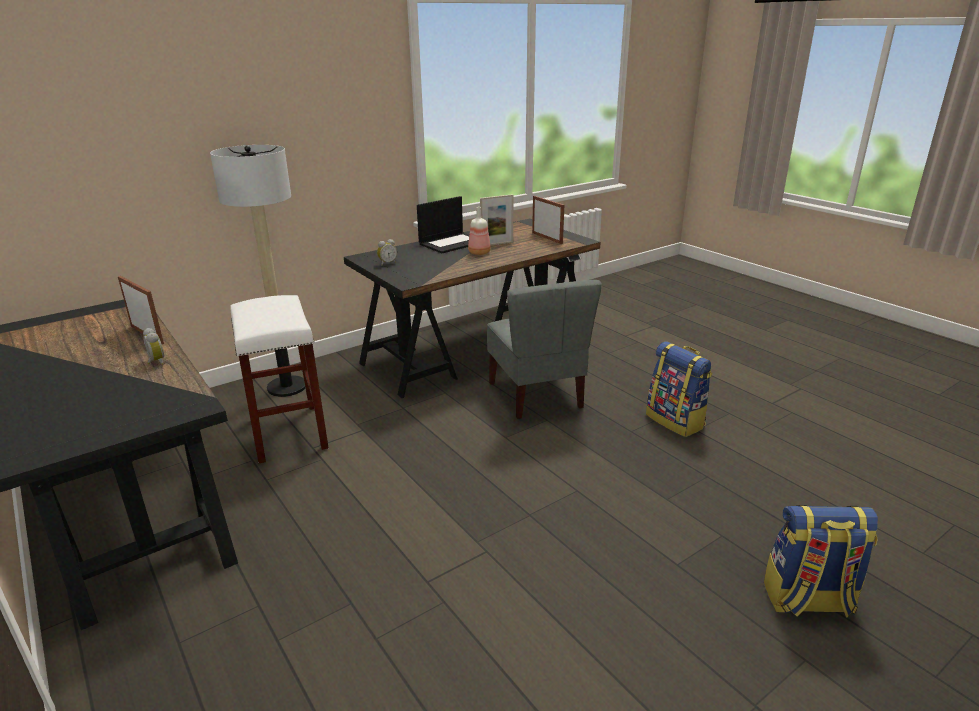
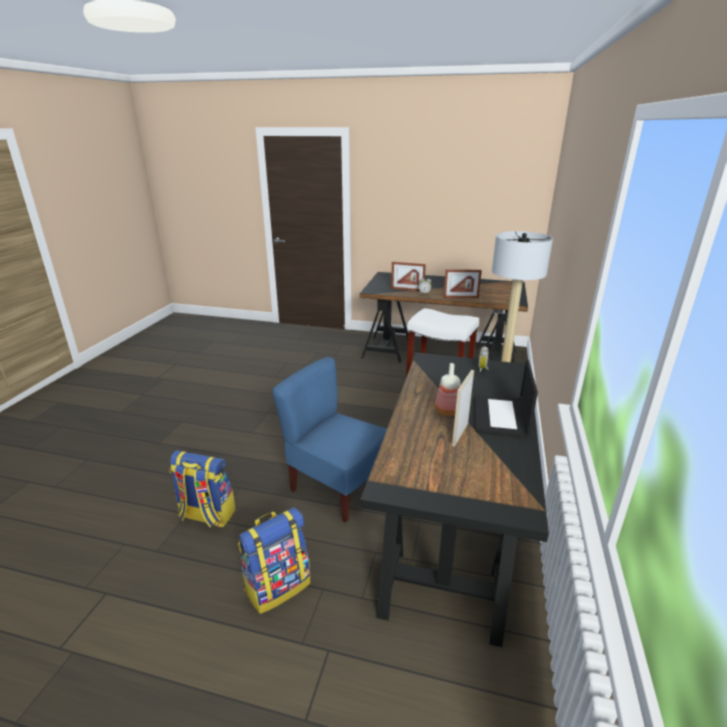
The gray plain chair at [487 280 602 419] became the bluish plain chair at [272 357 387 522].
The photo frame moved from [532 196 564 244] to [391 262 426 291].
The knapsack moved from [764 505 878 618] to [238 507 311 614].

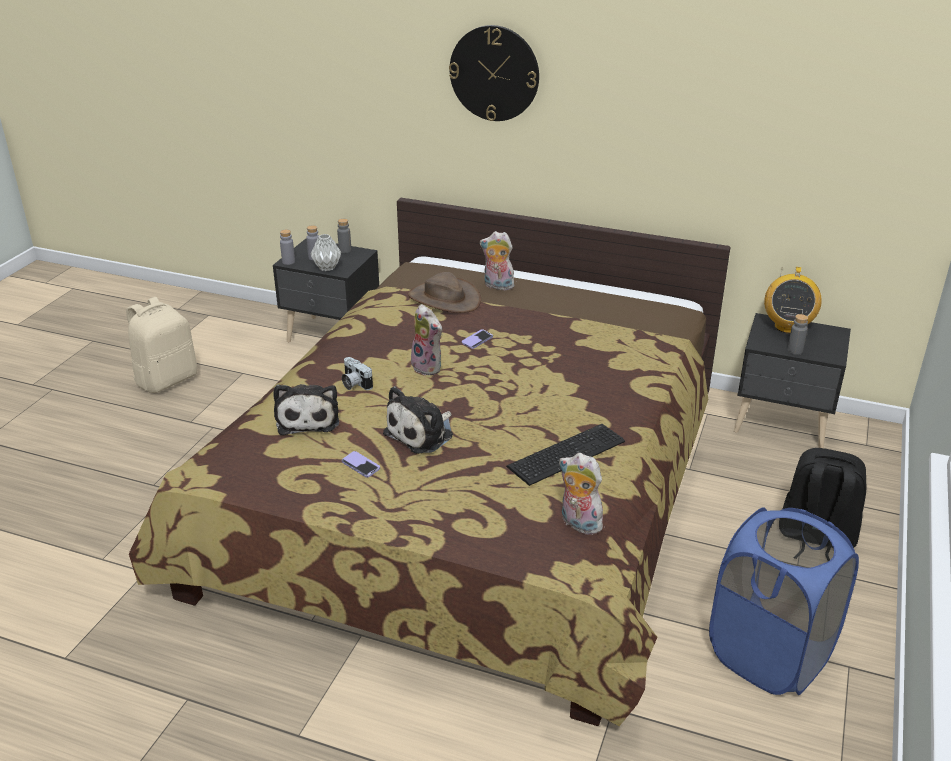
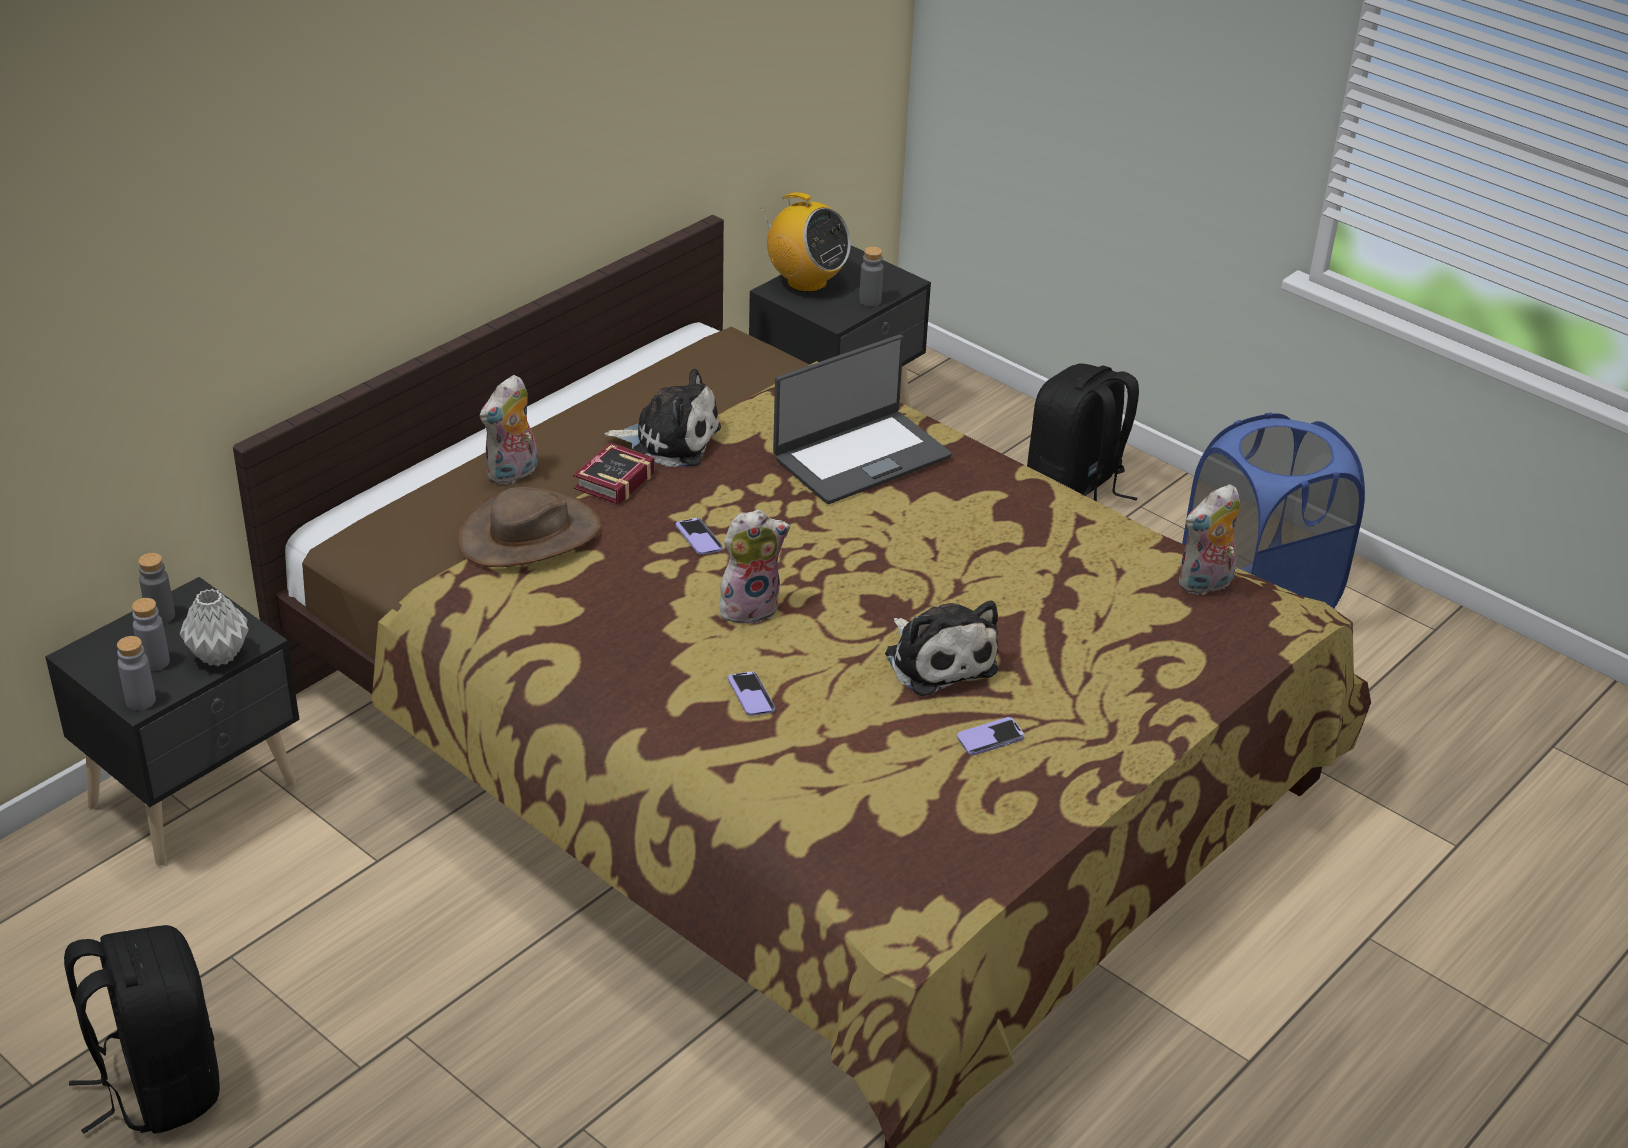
The beige knapsack at [126 297 197 393] became the black knapsack at [64 925 220 1134].
The cuddly toy moved from [273 384 339 435] to [604 368 721 467].
The still camera at [342 357 373 390] was replaced by the telephone at [728 671 775 716].
The wall clock at [449 25 539 121] disappeared.
The computer keyboard at [506 424 625 486] disappeared.
The book at [573 442 655 505] appeared.
The notebook computer at [773 335 952 504] appeared.

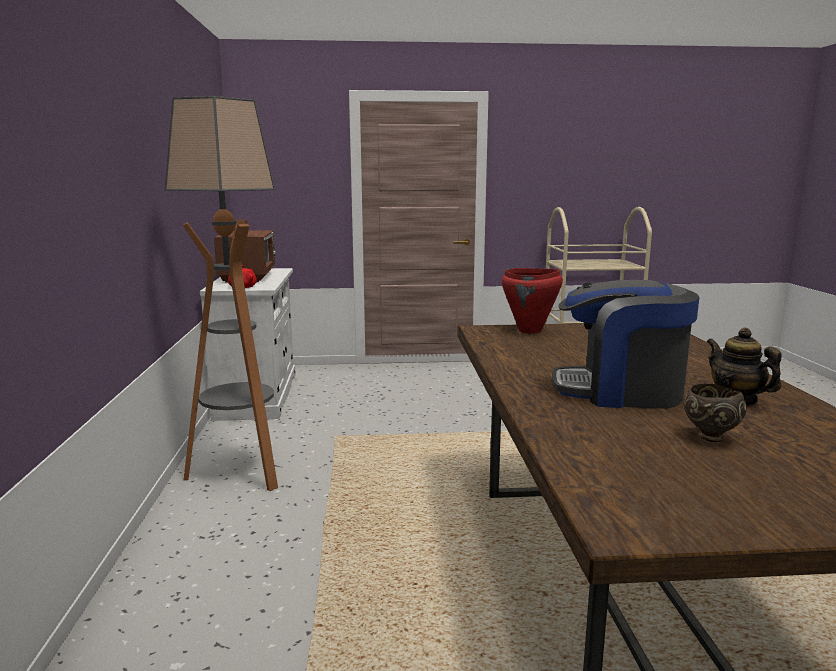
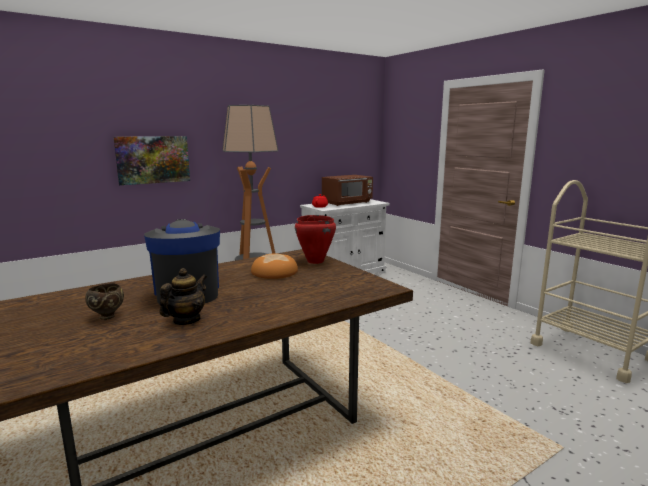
The picture at [113 136 190 185] appeared.
The baked bread at [251 253 298 279] appeared.

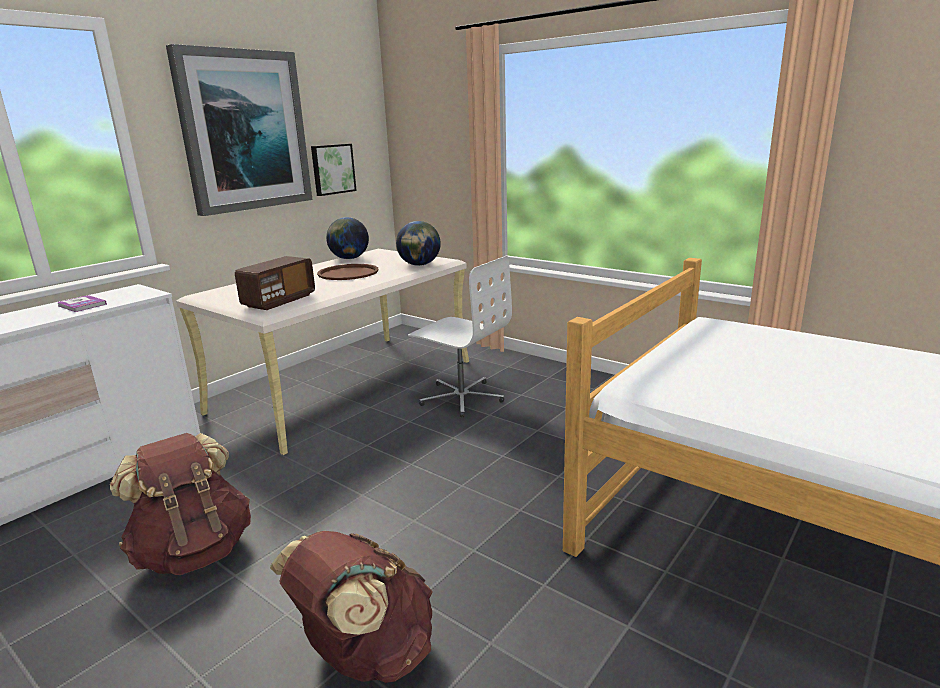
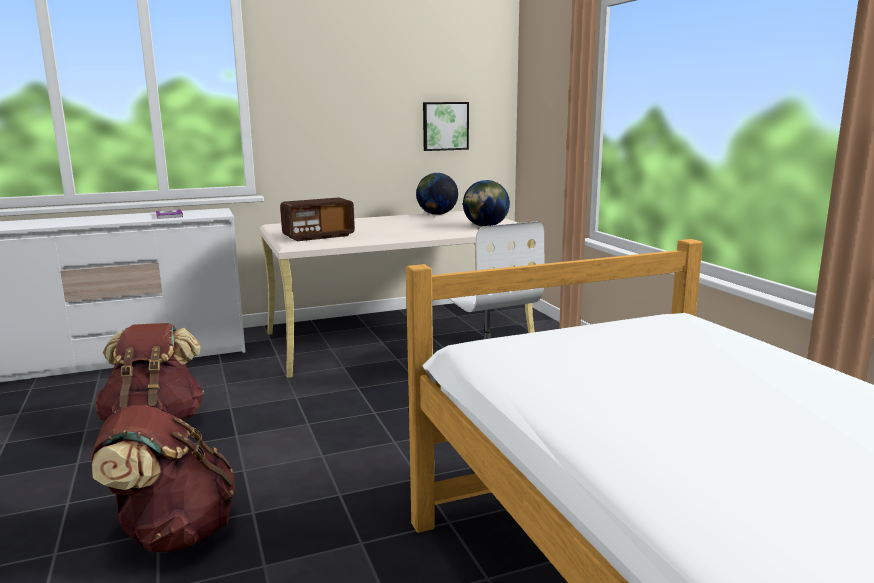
The picture at [166 44 312 216] disappeared.
The brownish carrying tray at [317 264 379 280] disappeared.

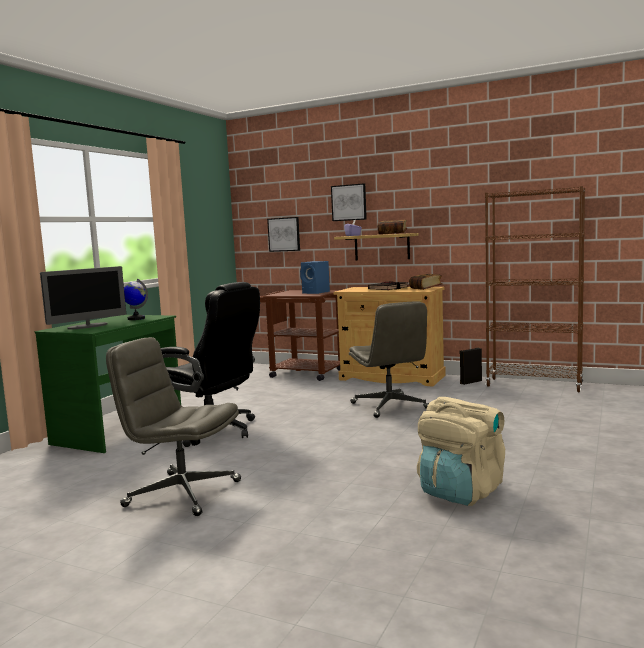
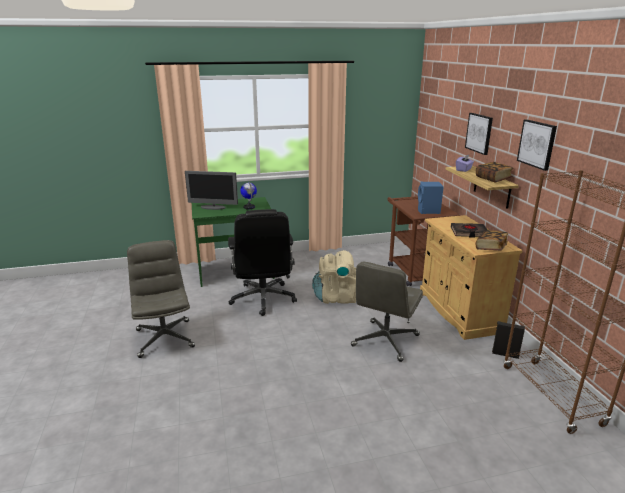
The picture moved from [267 217 300 252] to [517 119 557 171].
The beige knapsack moved from [417 397 505 506] to [312 250 356 304].

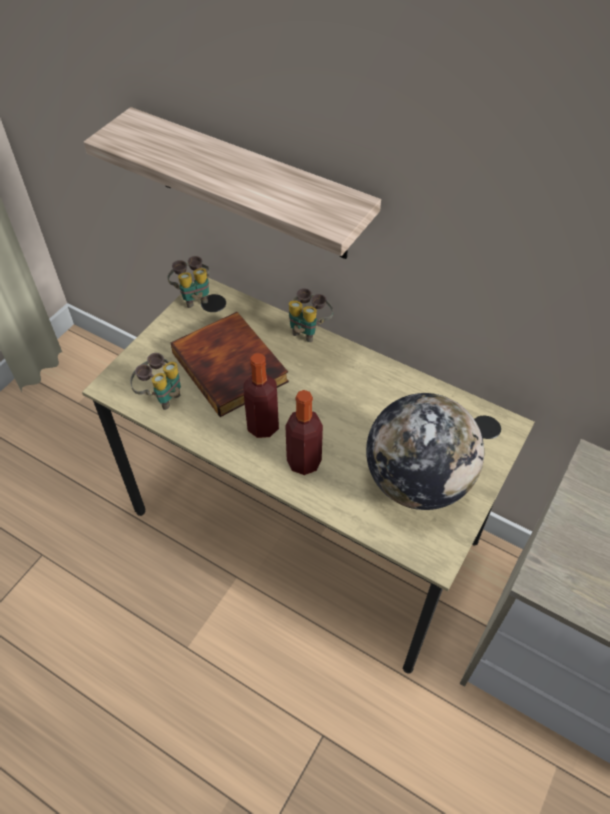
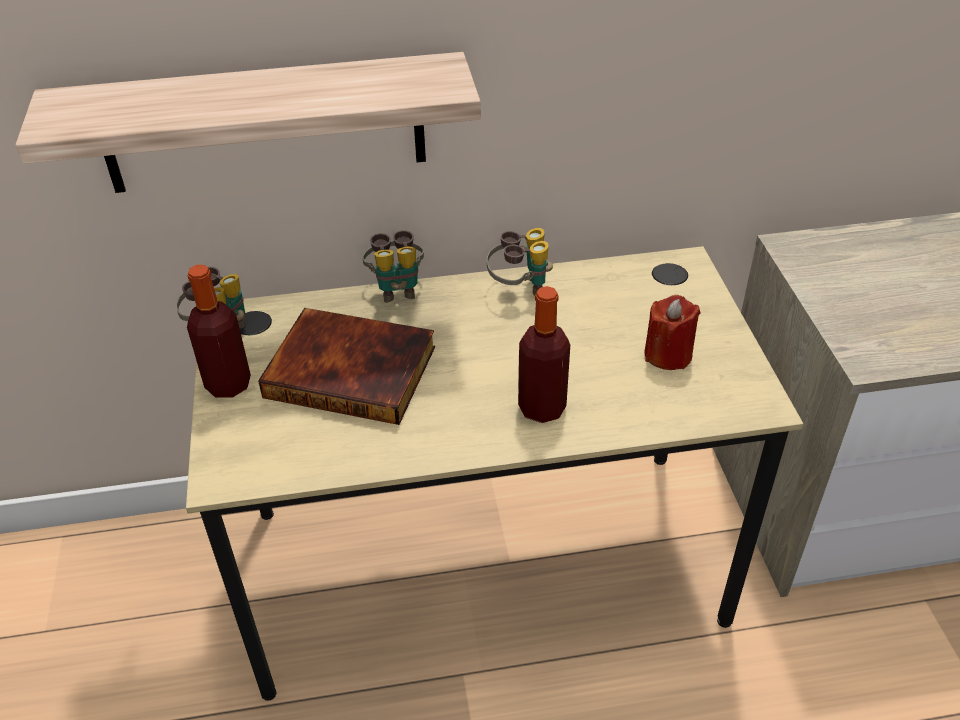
The field glasses moved from [130 353 181 410] to [487 228 553 296].
The beverage bottle moved from [243 353 279 438] to [187 265 251 398].
The globe at [366 393 484 510] was replaced by the red-coloured candle at [644 295 700 370].

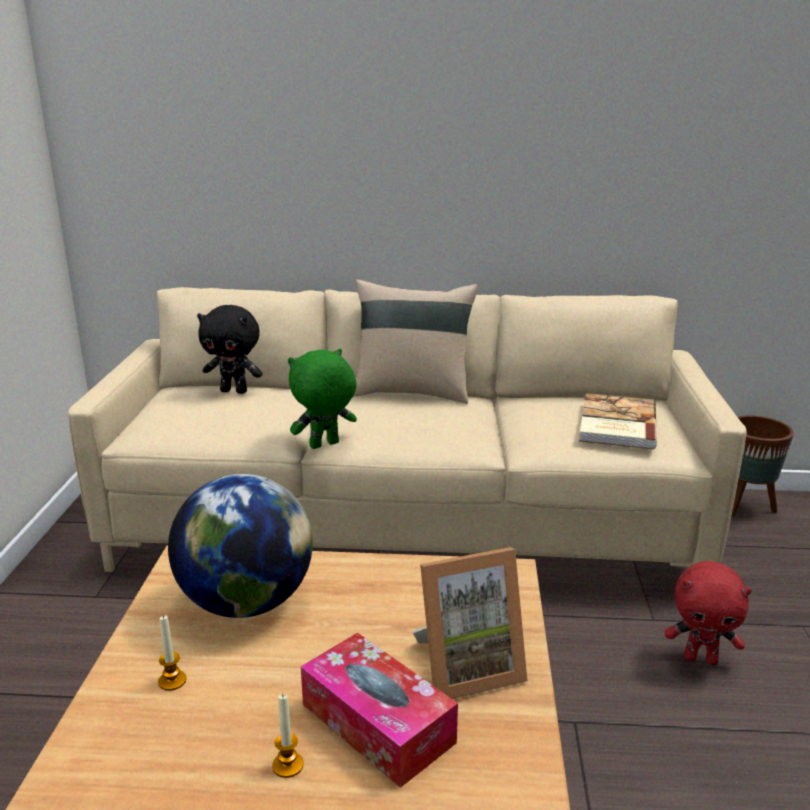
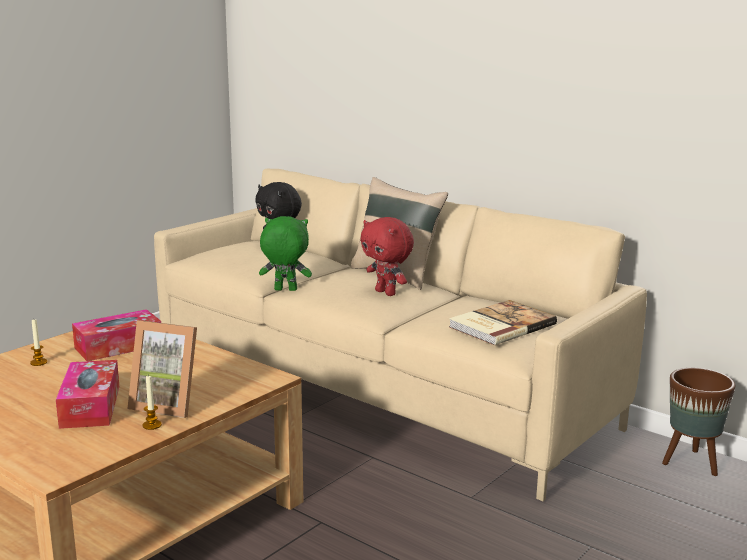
The globe at [168 474 313 618] was replaced by the tissue holder at [72 309 161 361].
The candle moved from [272 694 304 778] to [143 375 162 430].
The red-coloured cuddly toy moved from [665 561 752 665] to [360 217 414 296].

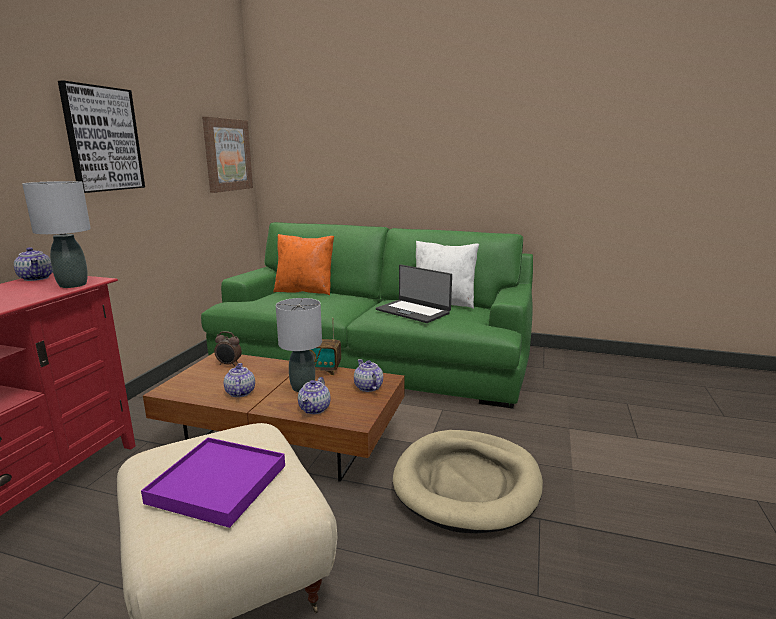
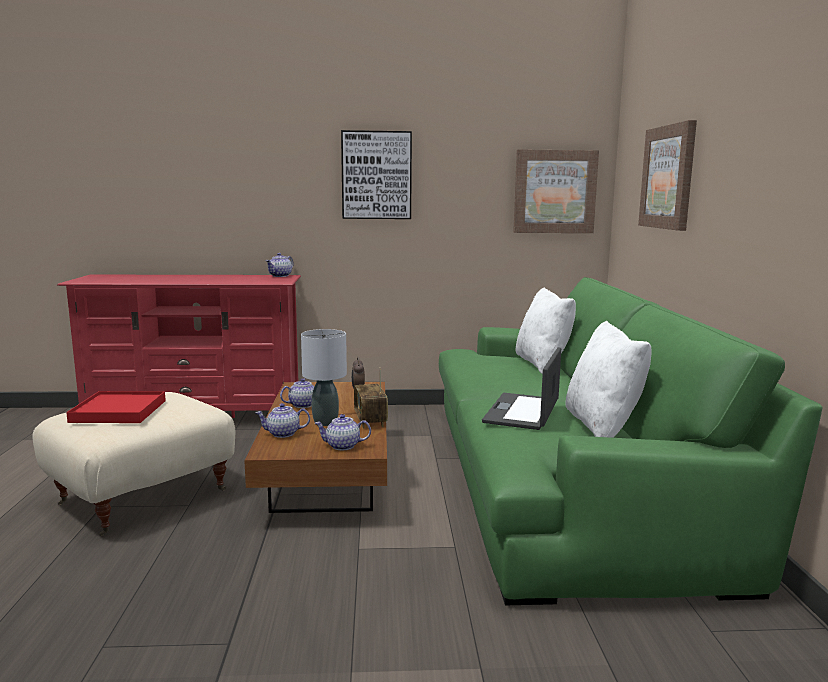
The gray table lamp at [22 181 91 288] disappeared.
The purple-coloured carrying tray at [141 437 285 528] became the red-coloured carrying tray at [66 391 166 423].
The orange throw pillow at [273 234 334 295] became the whitish throw pillow at [515 288 576 374].
The teapot at [354 359 383 392] turned 135 degrees counterclockwise.
The beige dog bed at [393 430 543 533] disappeared.
The picture at [638 120 697 231] appeared.

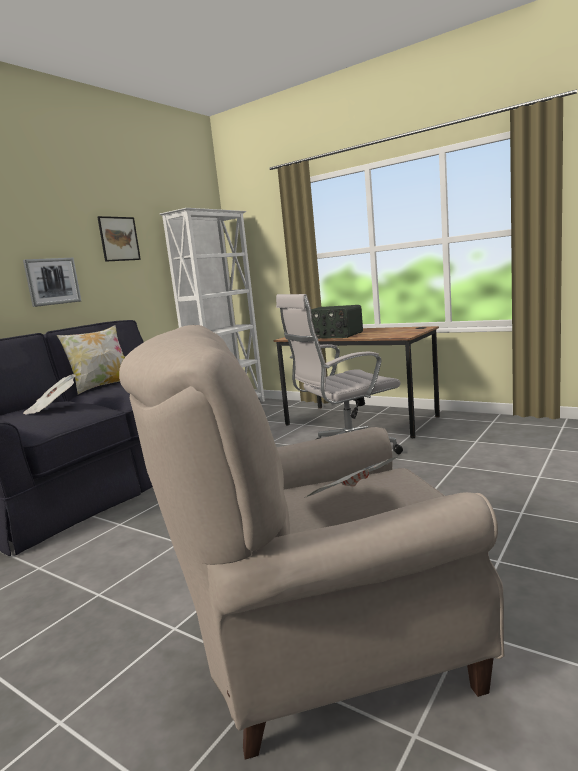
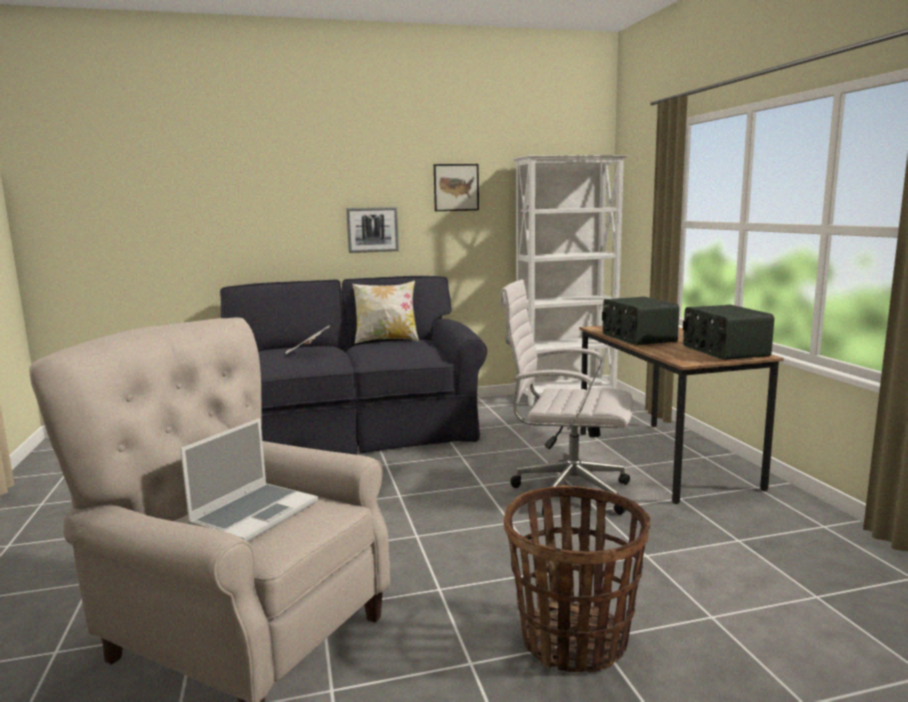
The newspaper at [304 457 398 498] was replaced by the notebook computer at [180 418 318 542].
The household basket at [504 486 650 672] appeared.
The radio set at [683 305 774 360] appeared.

